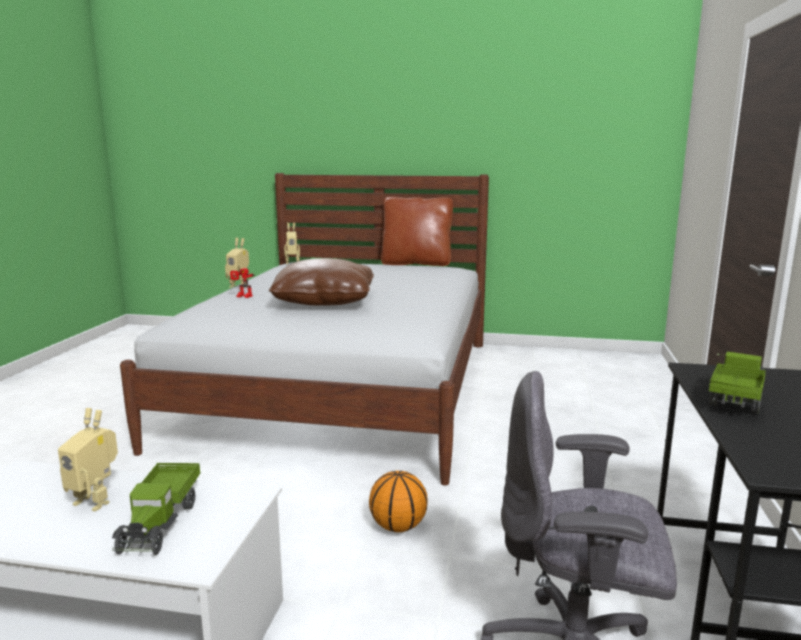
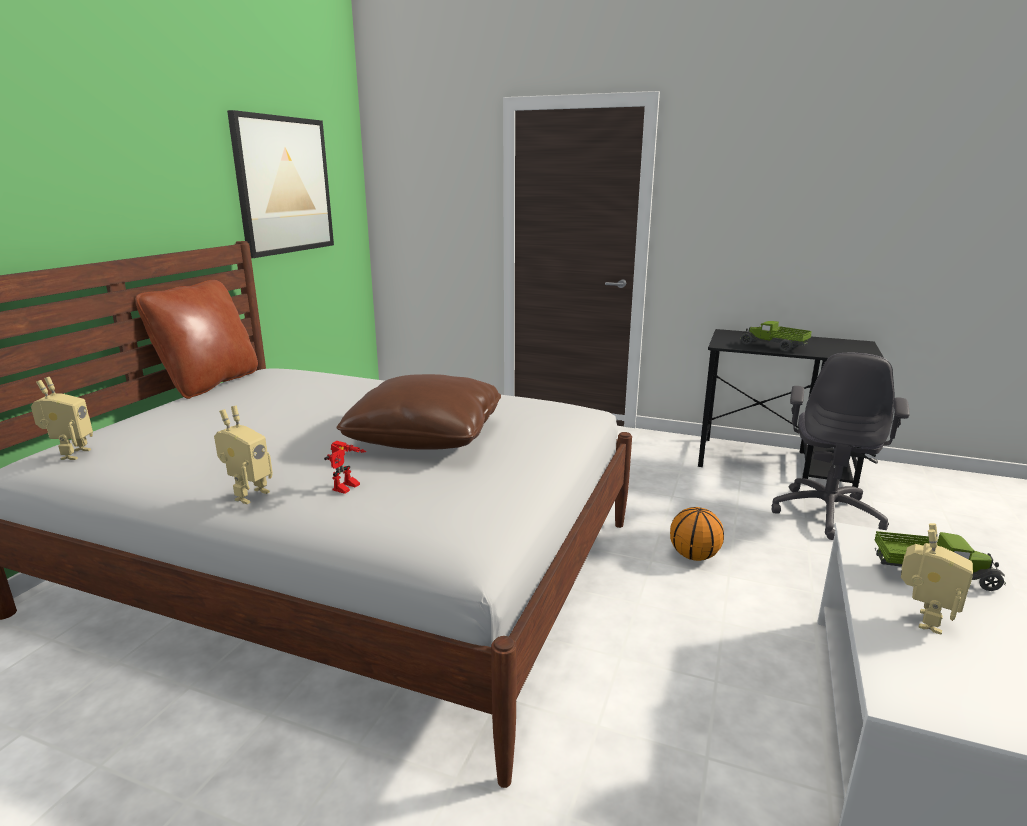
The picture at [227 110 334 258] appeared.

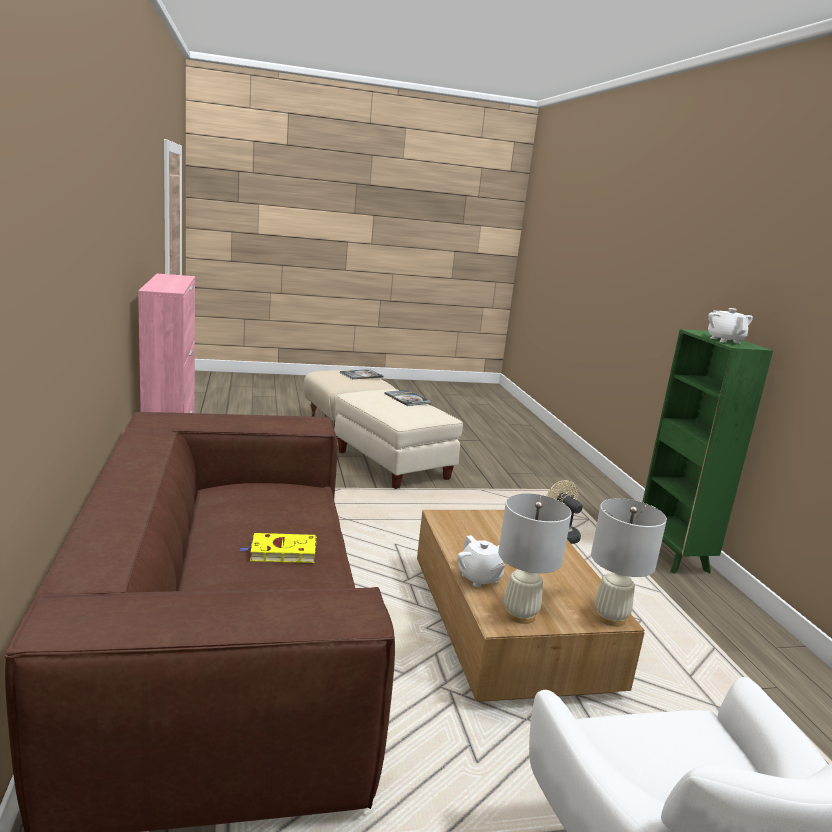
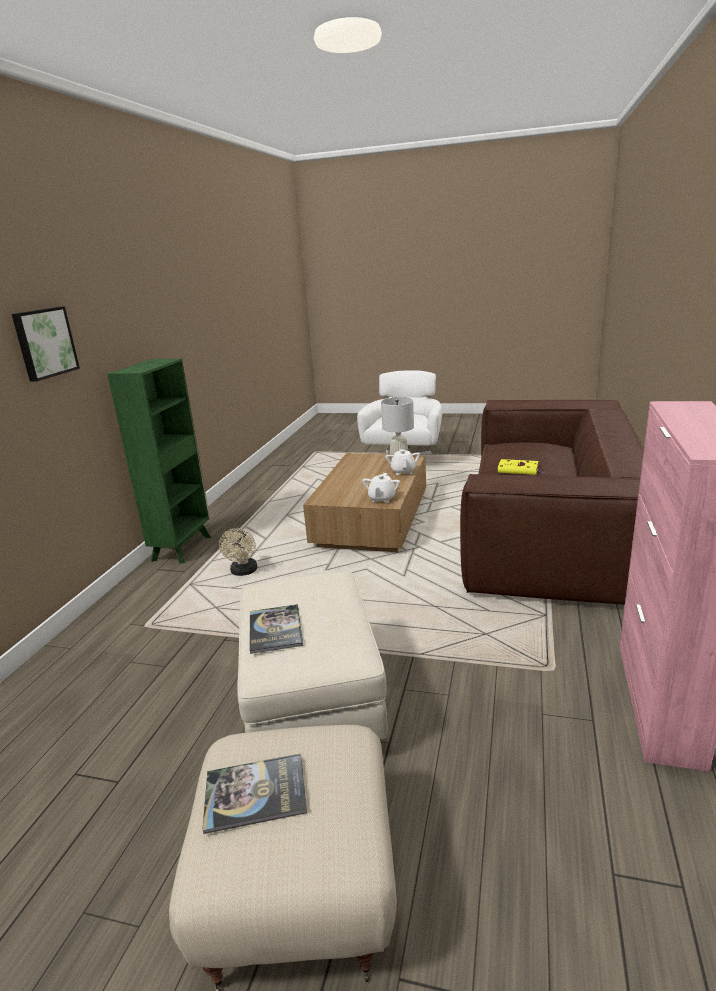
The whitish table lamp at [591 498 667 626] disappeared.
The whitish teapot moved from [708 308 753 344] to [363 473 400 503].
The picture at [12 306 80 382] appeared.

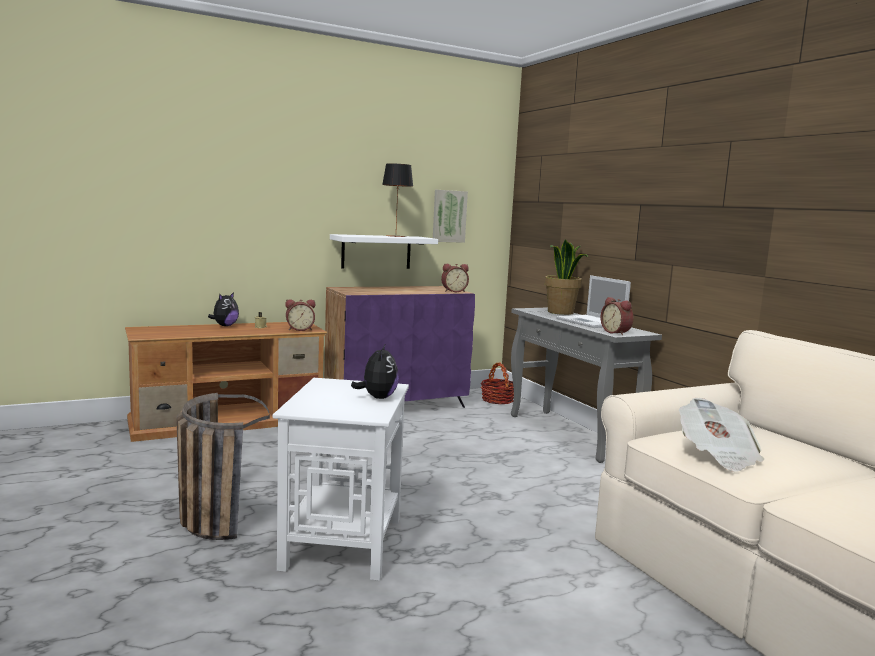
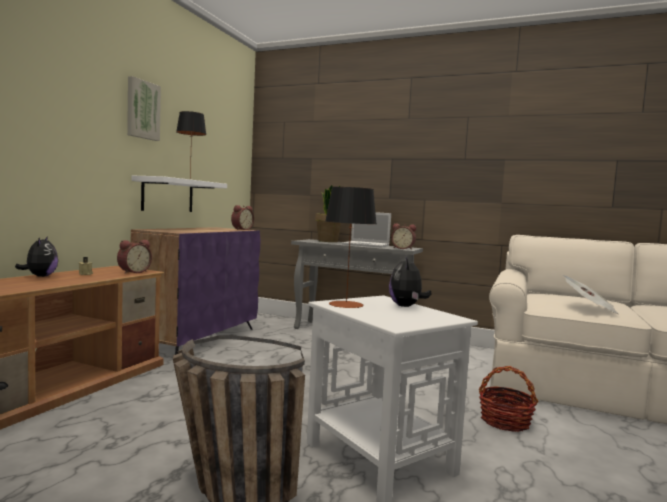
The cuddly toy at [351 343 399 399] turned 135 degrees counterclockwise.
The picture moved from [433 190 468 243] to [127 76 161 141].
The household basket moved from [480 362 514 404] to [479 366 539 432].
The table lamp at [325 187 377 308] appeared.

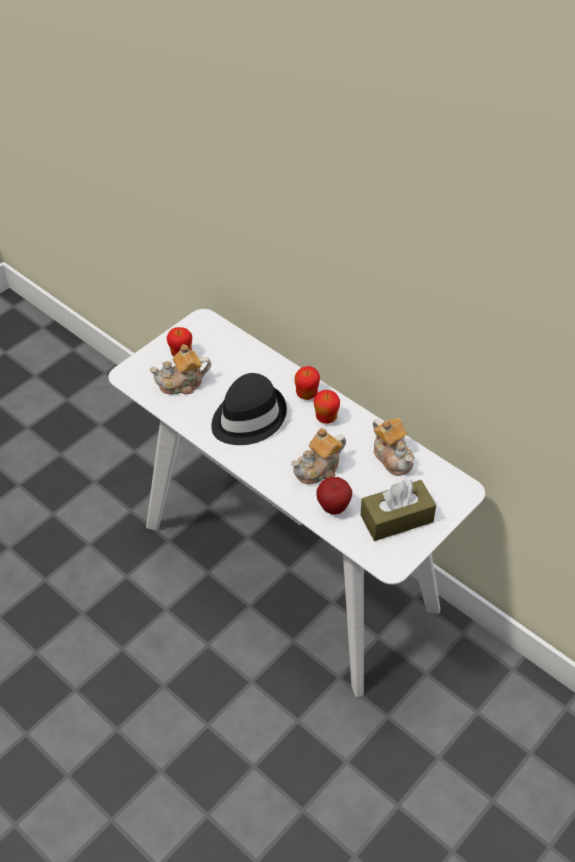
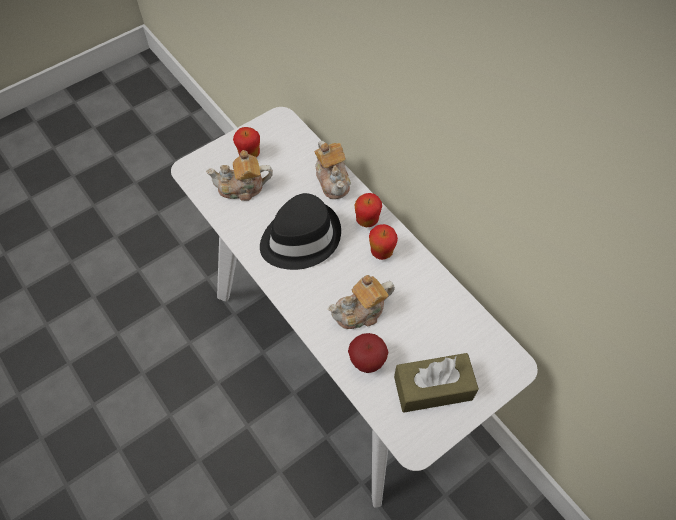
The teapot moved from [373 418 414 476] to [314 141 351 199].

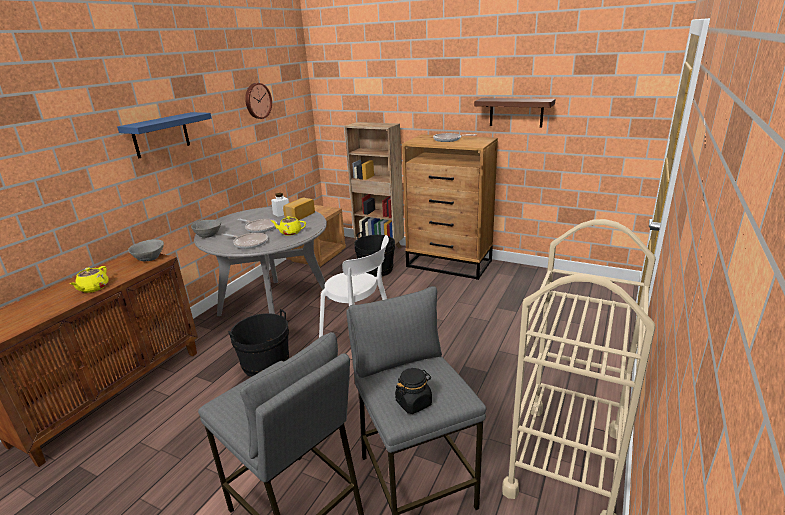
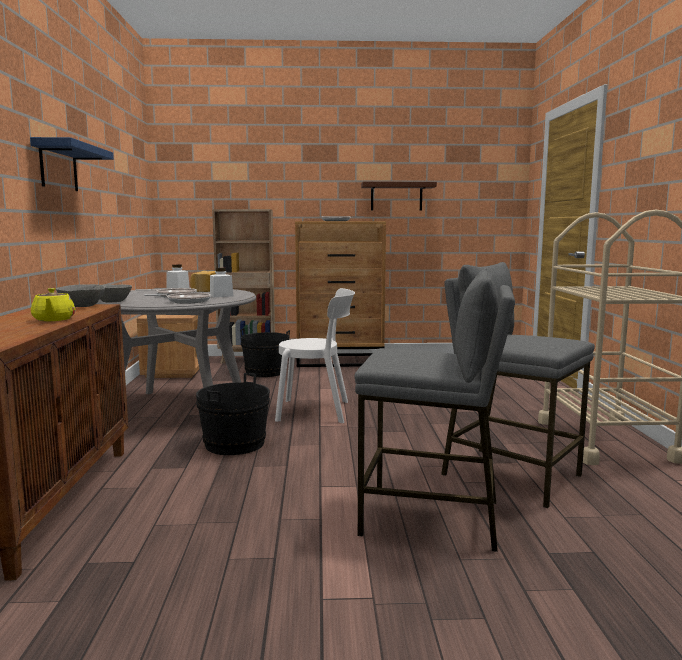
The wall clock at [245 83 272 119] disappeared.
The yellowish teapot at [271 216 306 236] was replaced by the whitish preserve jar at [210 268 233 297].
The black preserve jar at [395 368 432 414] disappeared.

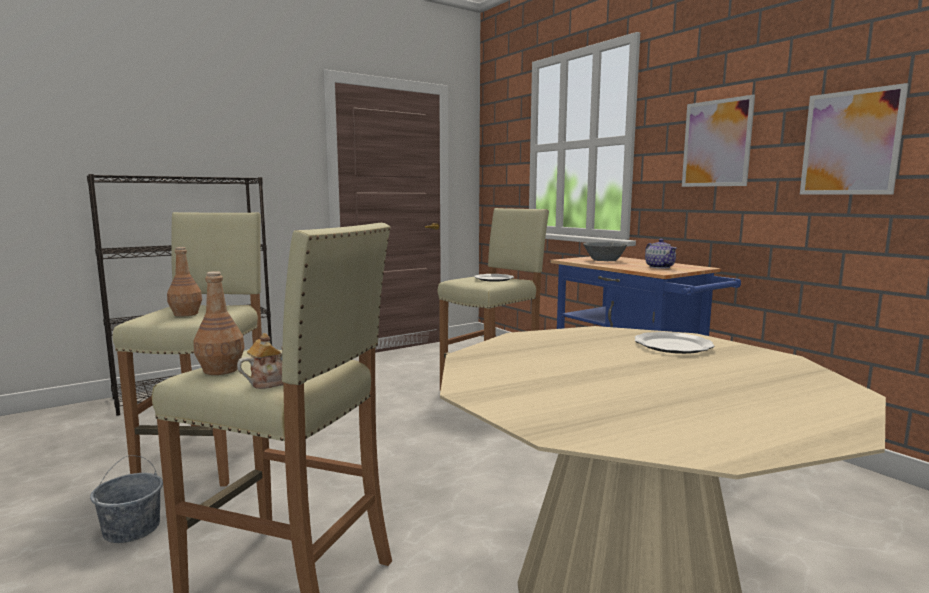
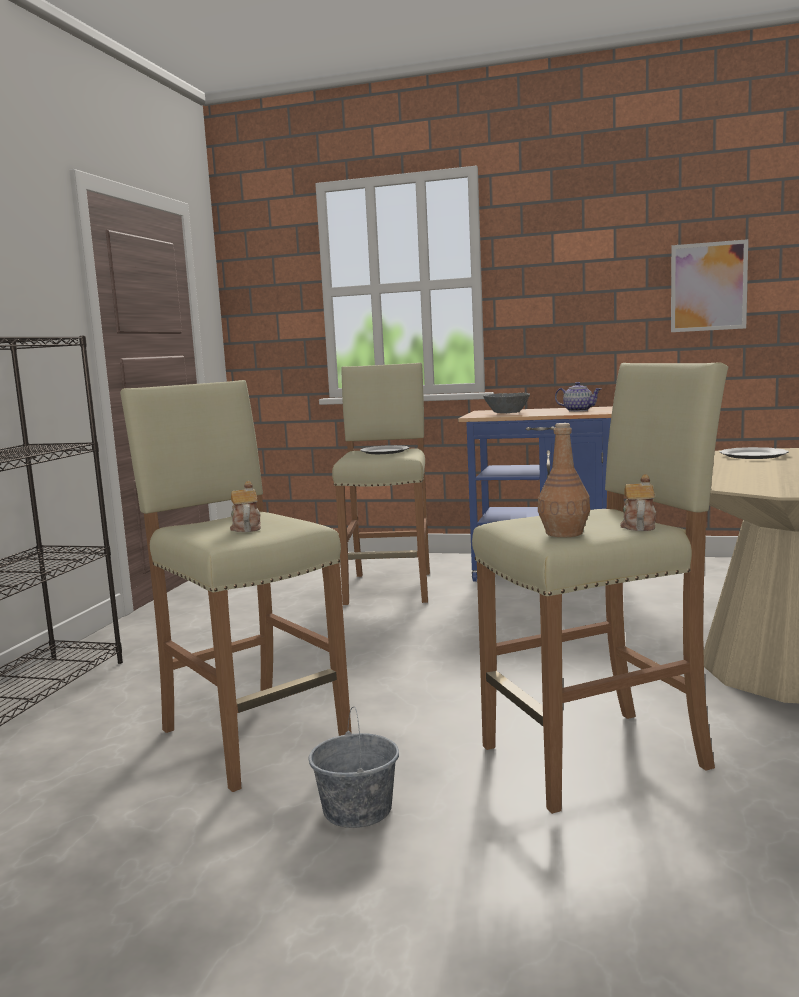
The brownish beverage bottle at [167 247 202 317] was replaced by the teapot at [230 481 261 532].
The picture at [682 95 755 187] disappeared.

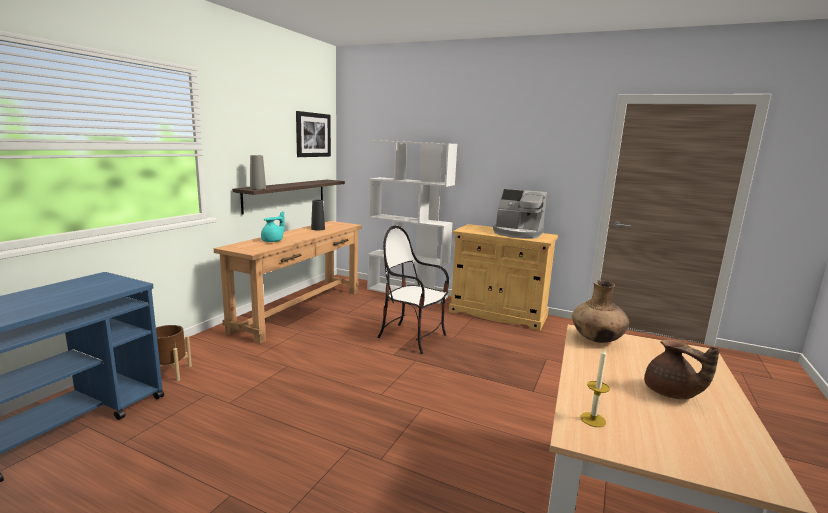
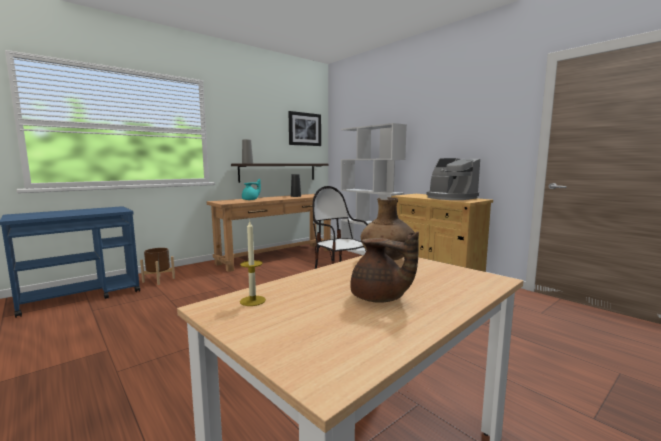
The brownish teapot at [644 340 720 399] turned 45 degrees counterclockwise.

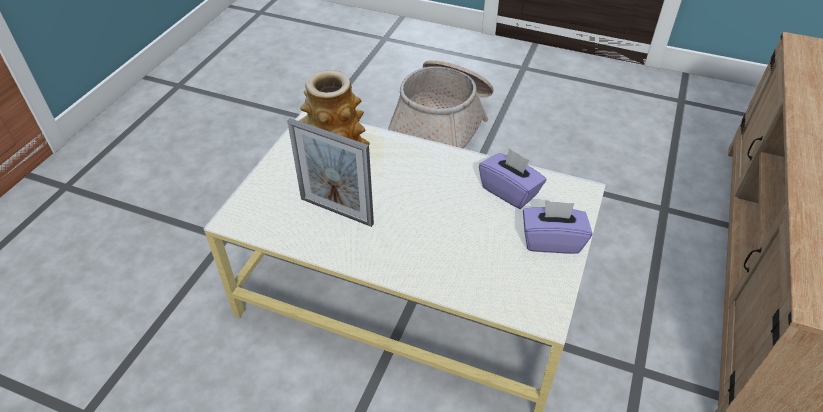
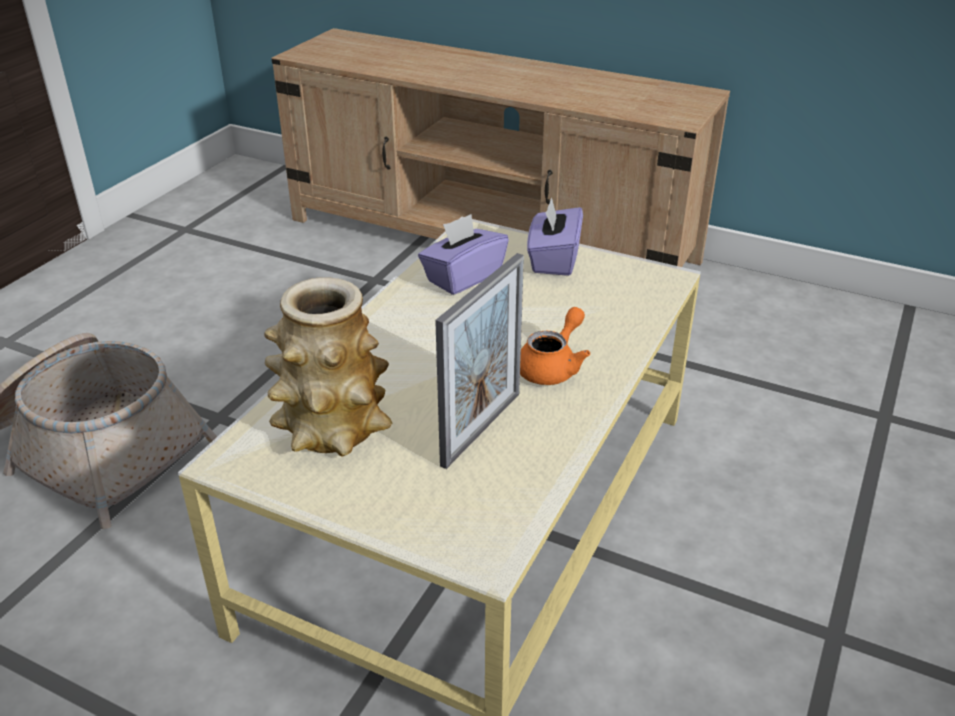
The orange teapot at [520 307 590 385] appeared.

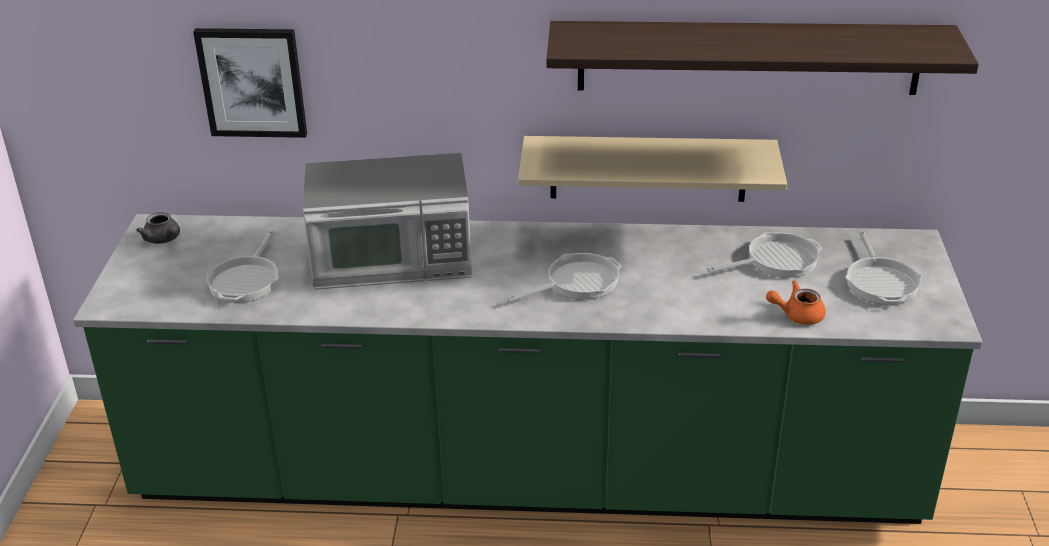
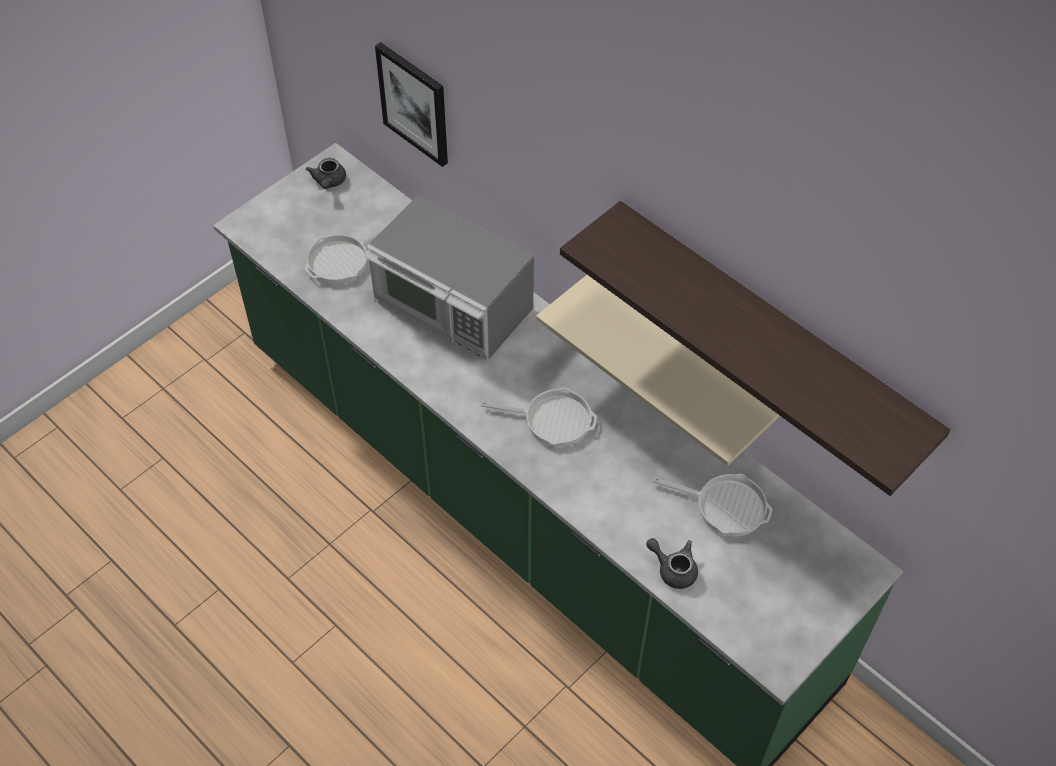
The orange teapot at [766 280 826 325] became the gray teapot at [646 538 698 589].
The skillet at [846 231 922 305] disappeared.

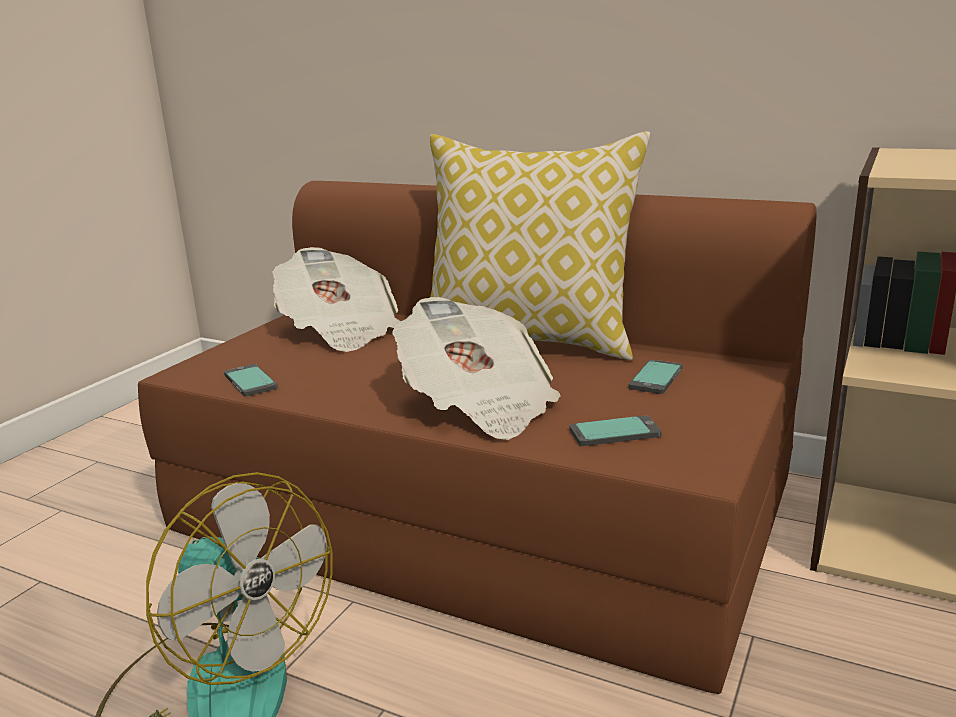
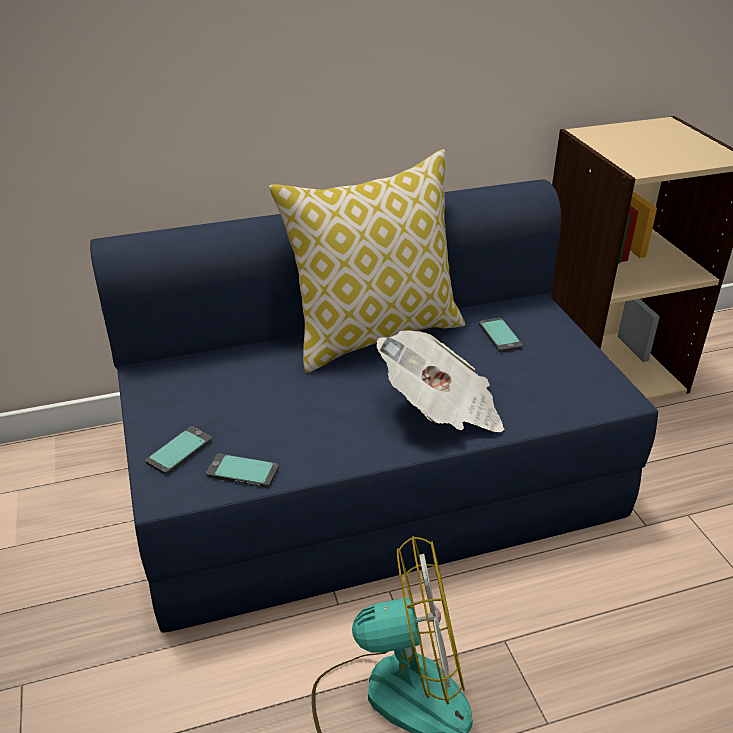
The brownish settee at [138 181 817 694] became the bluish settee at [90 179 658 633].
The newspaper at [273 247 400 352] disappeared.
The telephone moved from [569 415 662 446] to [145 426 212 475].

